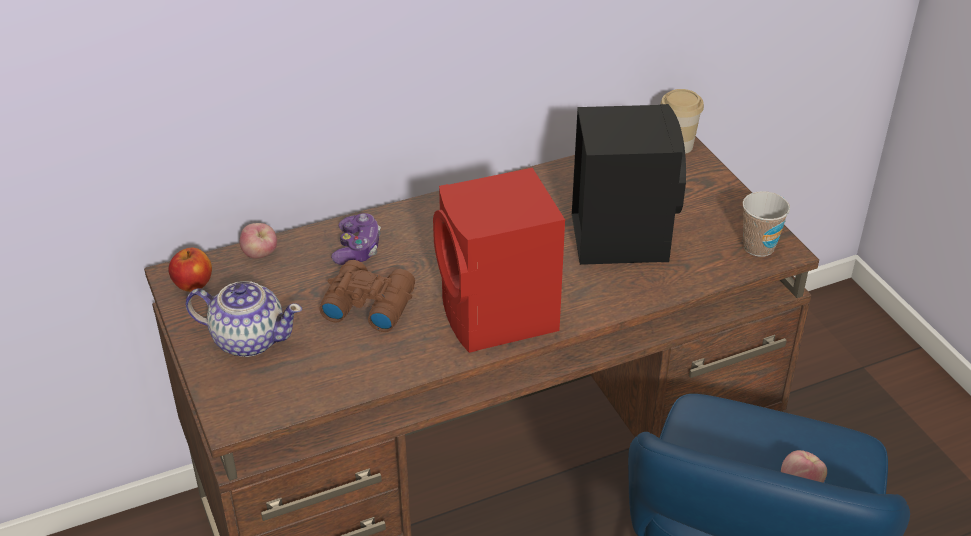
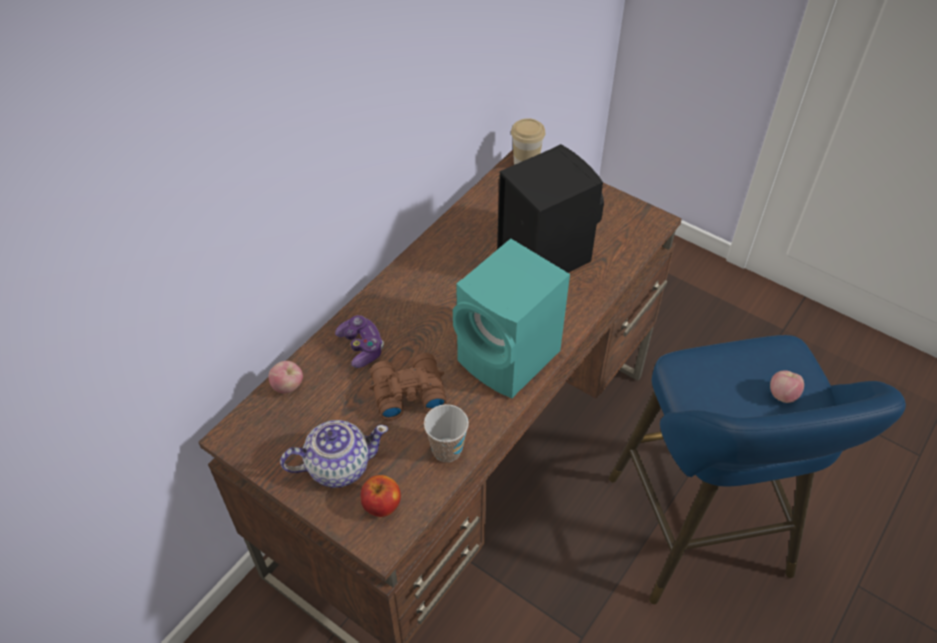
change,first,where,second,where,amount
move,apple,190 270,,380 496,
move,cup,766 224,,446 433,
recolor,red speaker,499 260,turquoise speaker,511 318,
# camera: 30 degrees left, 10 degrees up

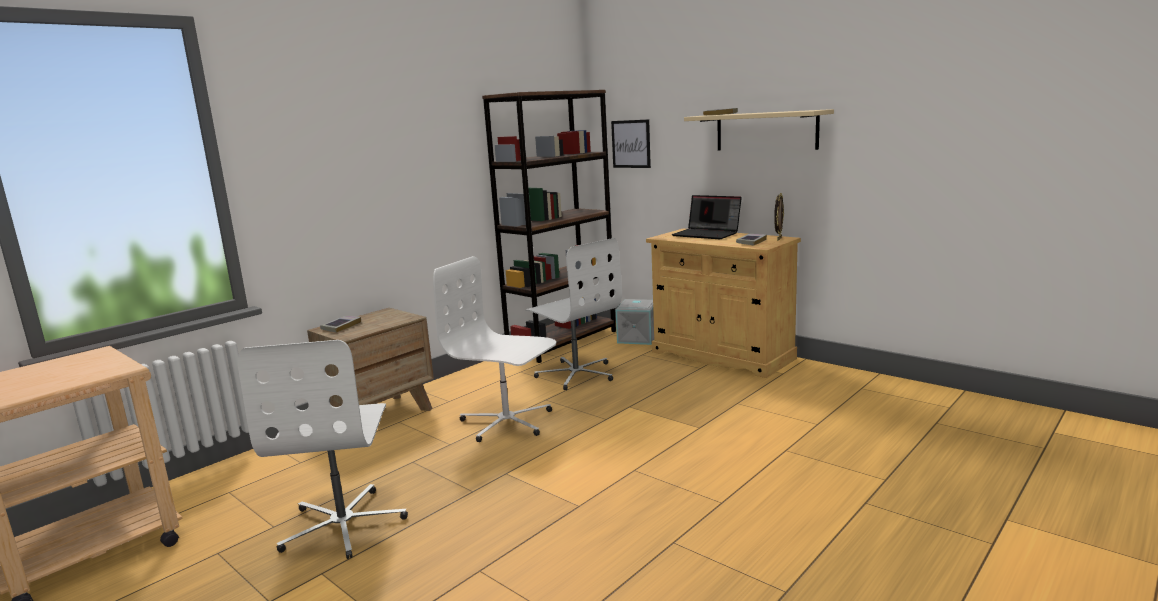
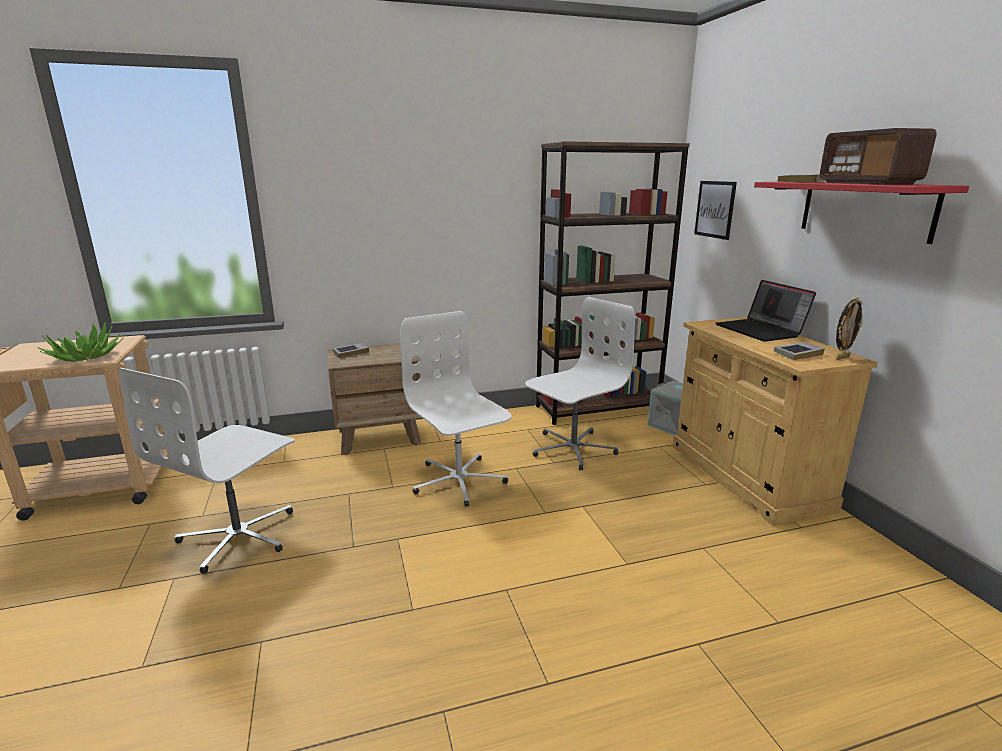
change,first,where,second,where,amount
insert,,,potted plant,80 342,
insert,,,radio,878 156,
recolor,beige shelf,759 129,red shelf,861 213,
rotate,white office chair,574 314,,580 383,120 degrees counterclockwise
# camera: 30 degrees right, 5 degrees up

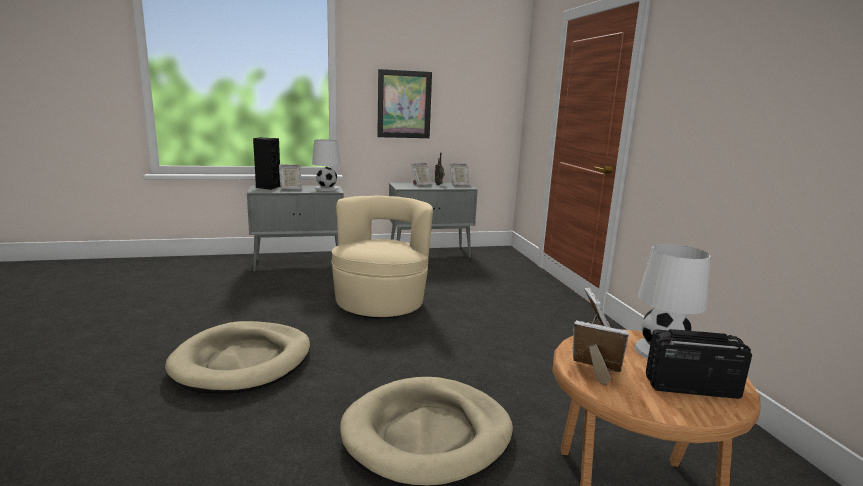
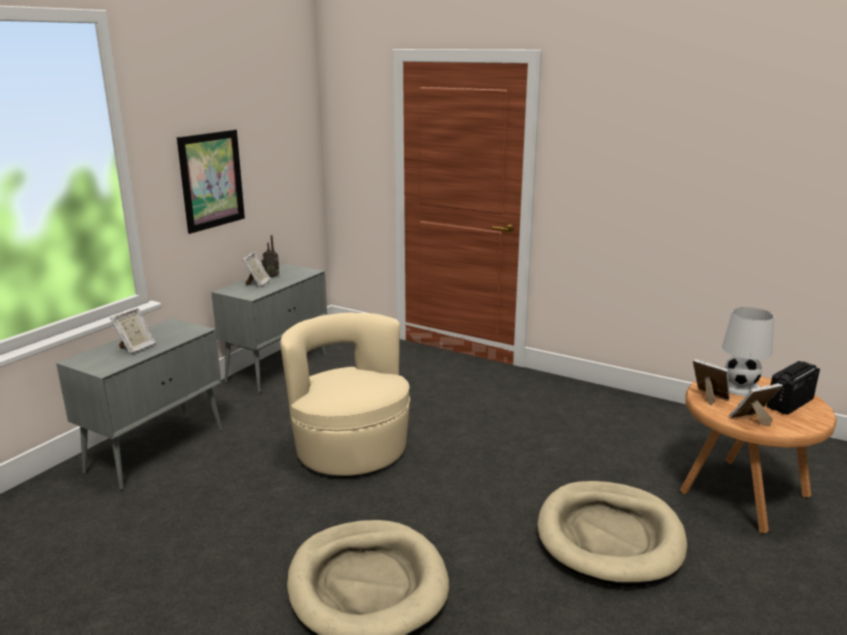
change,first,where,second,where,amount
delete,black speaker,267 163,,,
delete,white table lamp,326 165,,,
delete,picture frame,460 174,,,
# camera: 45 degrees left, 5 degrees up

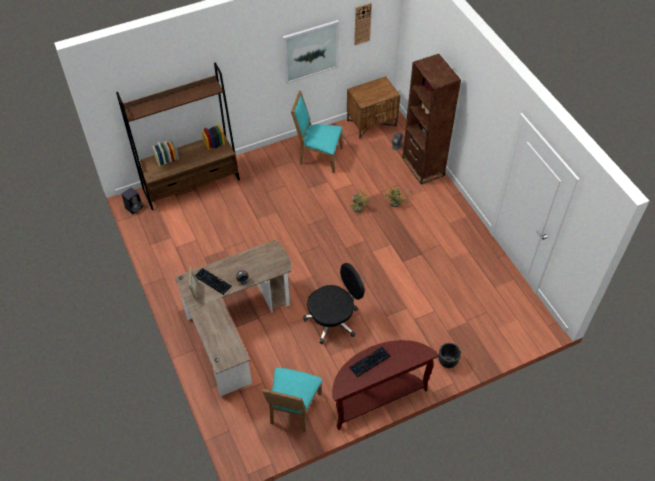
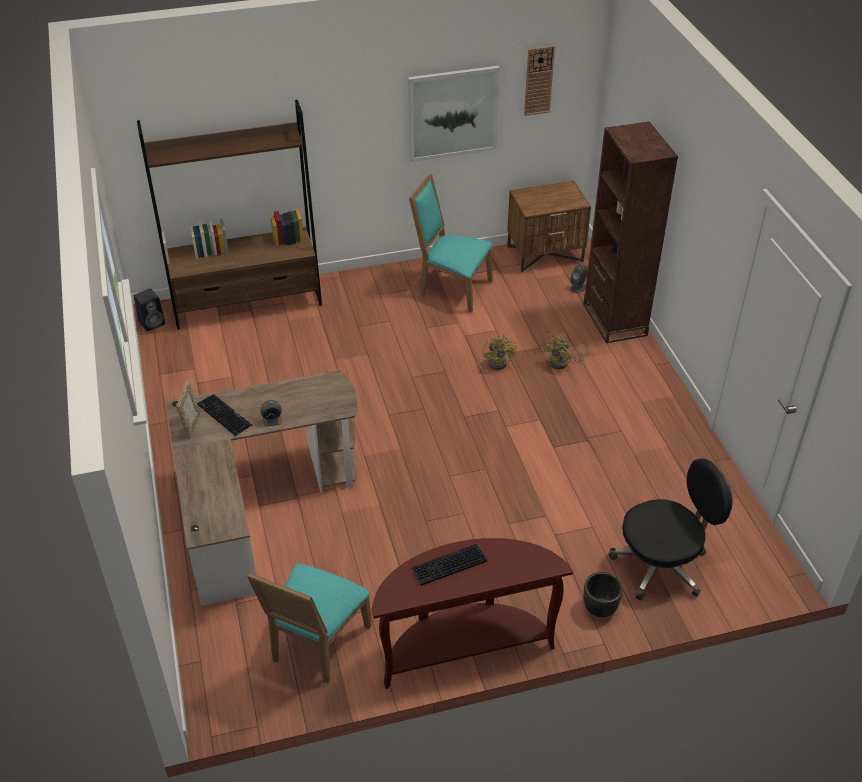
change,first,where,second,where,amount
move,black office chair,334 303,,670 529,
# camera: 10 degrees right, 10 degrees down

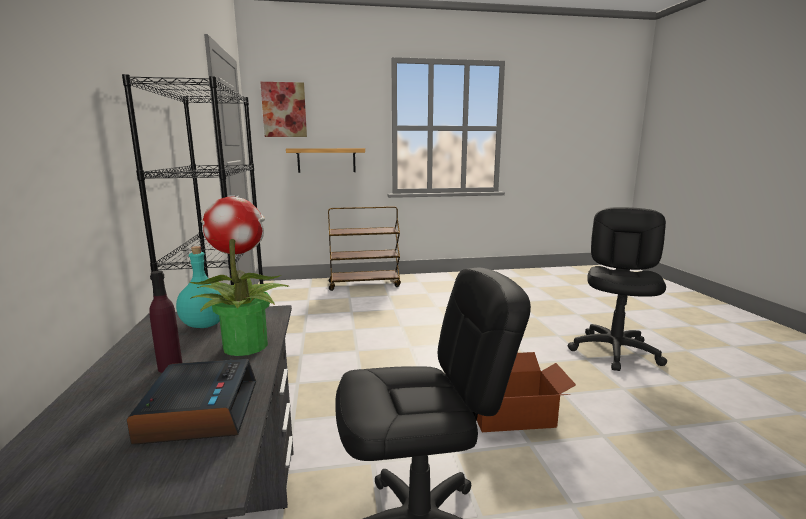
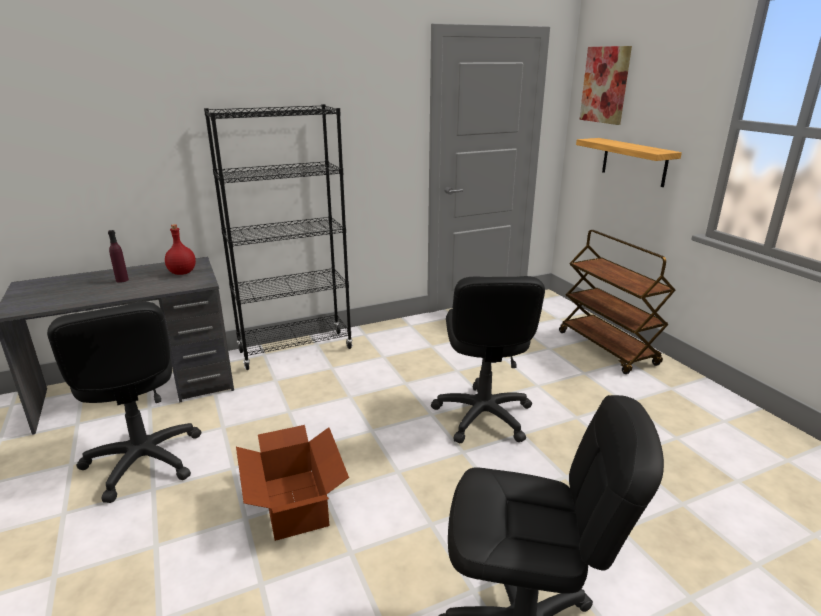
change,first,where,second,where,amount
delete,alarm clock,191 401,,,
delete,potted plant,240 276,,,
insert,,,black office chair,488 359,
recolor,turquoise bottle,198 287,red bottle,180 249,
# camera: 75 degrees right, 10 degrees up

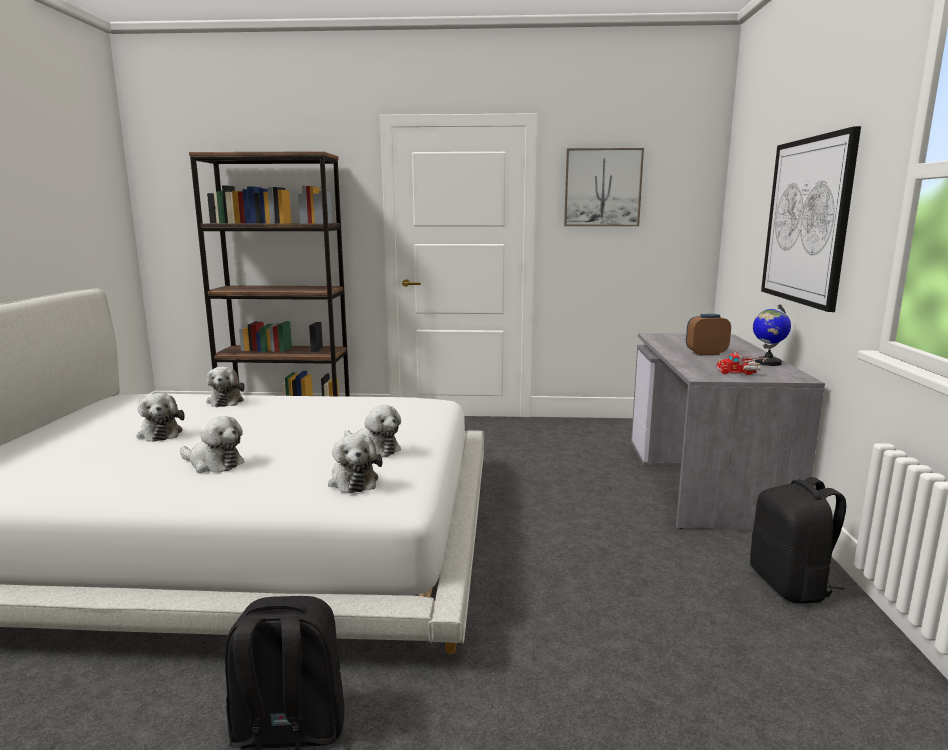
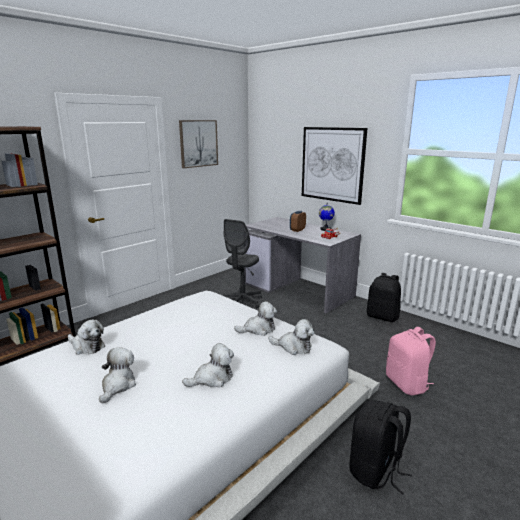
change,first,where,second,where,amount
insert,,,grey office chair,242 263,
insert,,,pink backpack,411 361,
rotate,plush toy,161 417,,117 375,90 degrees counterclockwise
# camera: 50 degrees left, 5 degrees up

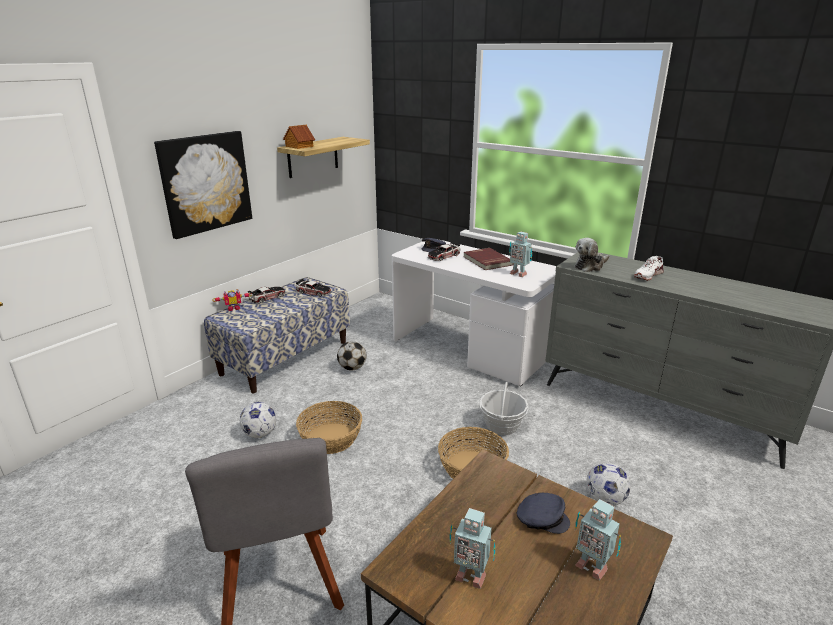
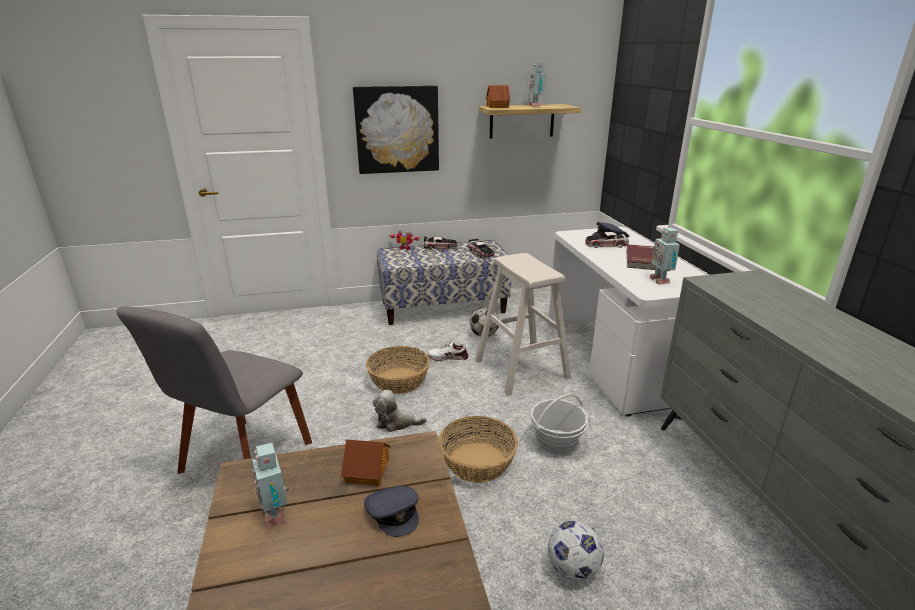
change,first,where,second,where,amount
delete,football,258 420,,,
insert,,,toy house,365 462,
insert,,,beige stool,523 324,
move,plush toy,592 255,,400 411,
move,toy robot,598 540,,537 85,
move,white shoe,648 268,,448 351,
# camera: 40 degrees right, 0 degrees up

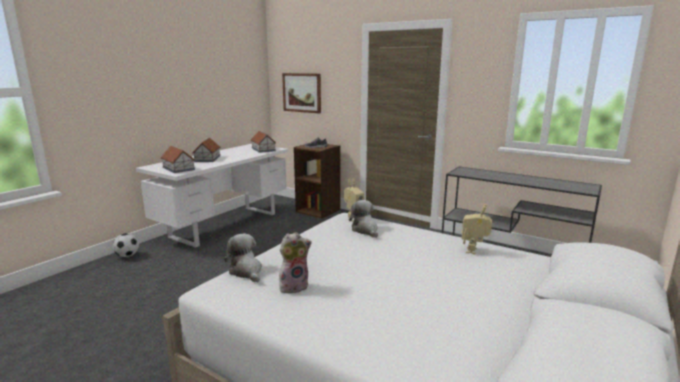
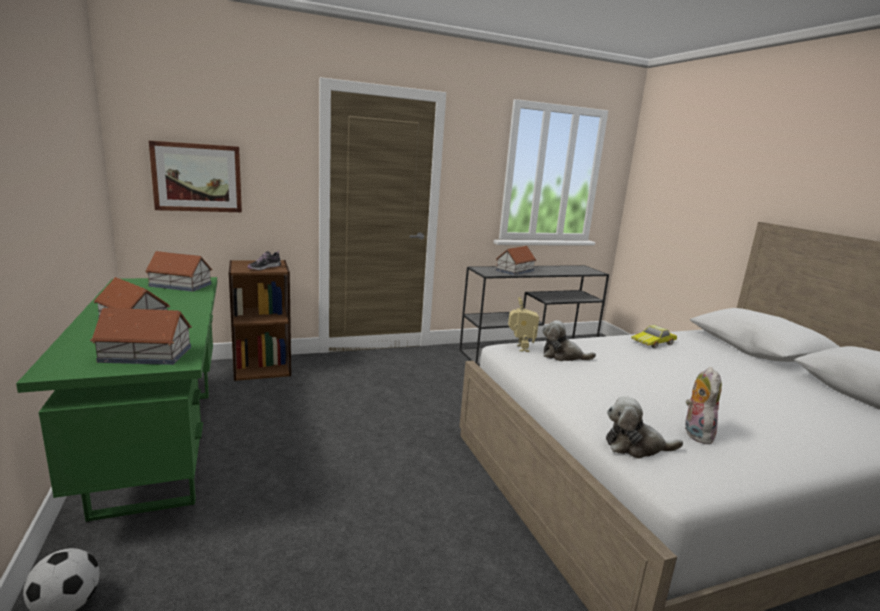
change,first,where,second,where,amount
insert,,,toy house,516 260,
replace,toy robot,477 229,toy car,654 336,
recolor,white desk,212 196,green desk,116 399,
# camera: 55 degrees left, 0 degrees up

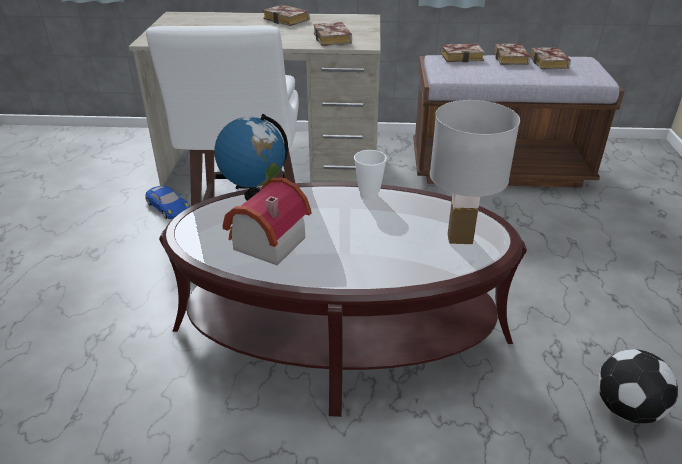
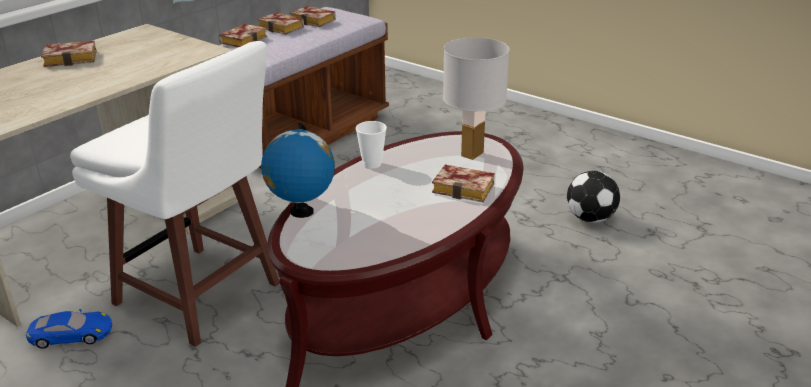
change,first,where,second,where,amount
delete,toy house,266 221,,,
move,book,333 34,,463 183,
# camera: 55 degrees left, 5 degrees down

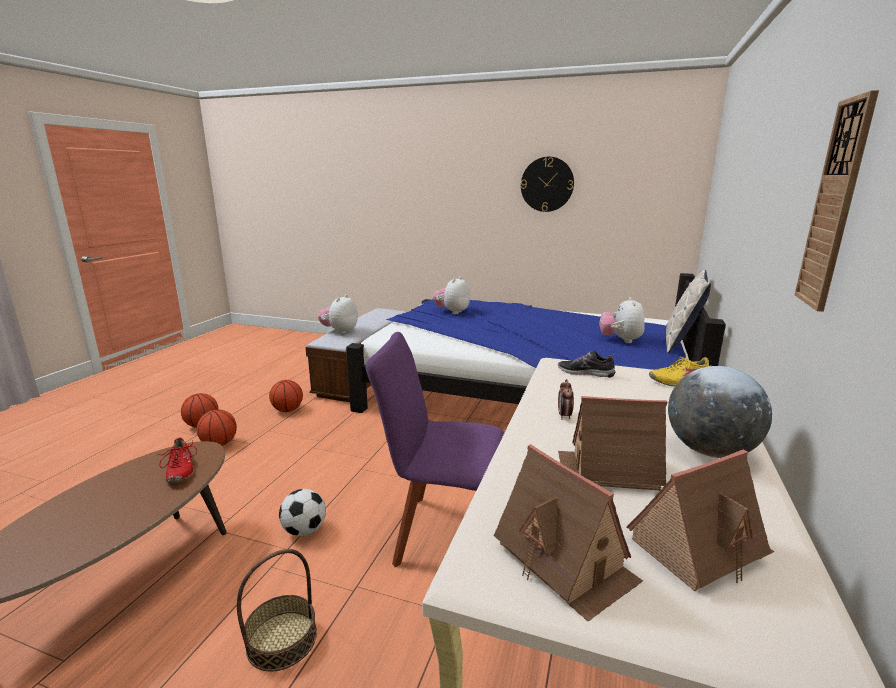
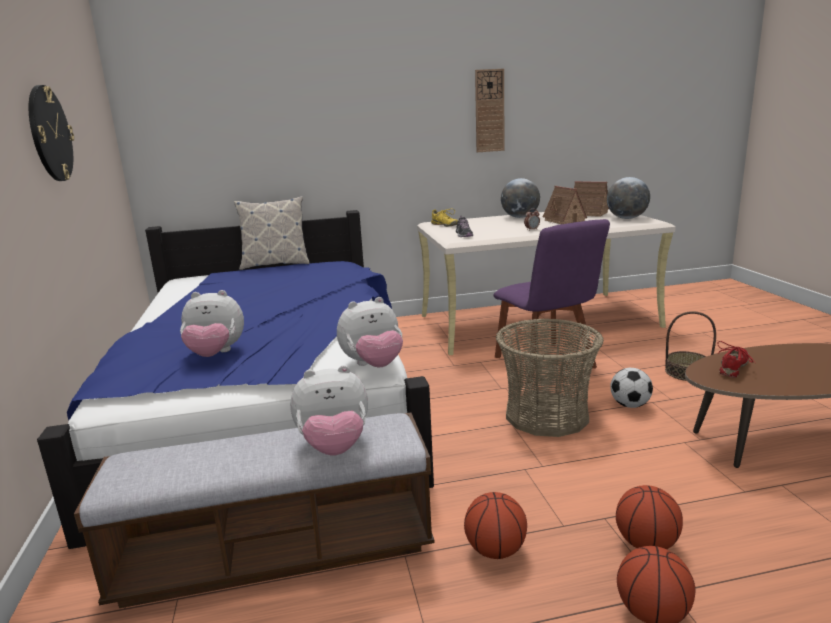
change,first,where,second,where,amount
insert,,,basket,550 377,
move,plush toy,622 320,,370 332,
replace,toy house,568 532,globe,628 198,
# camera: 120 degrees left, 0 degrees up

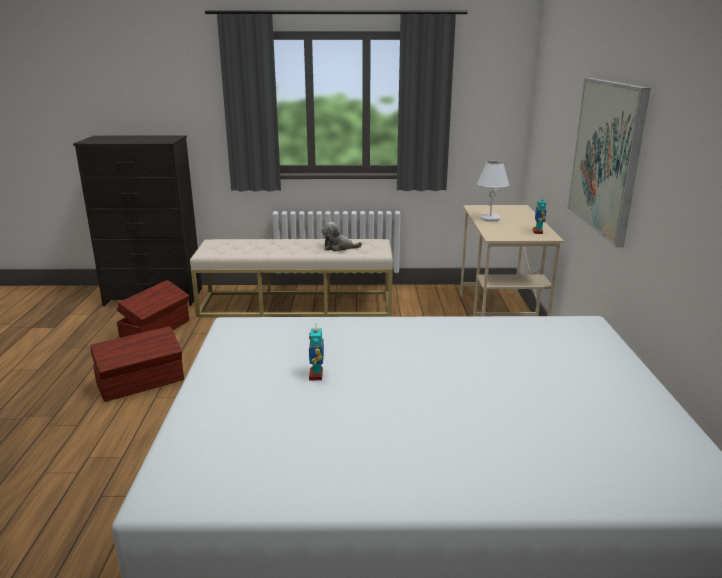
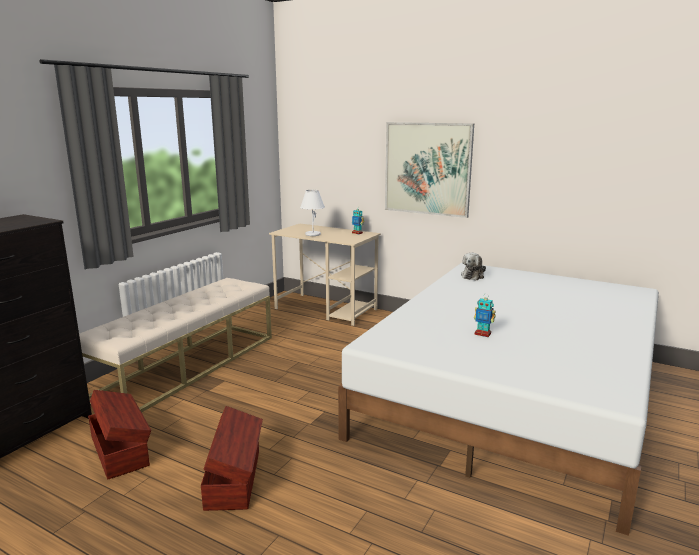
change,first,where,second,where,amount
move,plush toy,341 236,,473 267,
# camera: 60 degrees left, 5 degrees down

